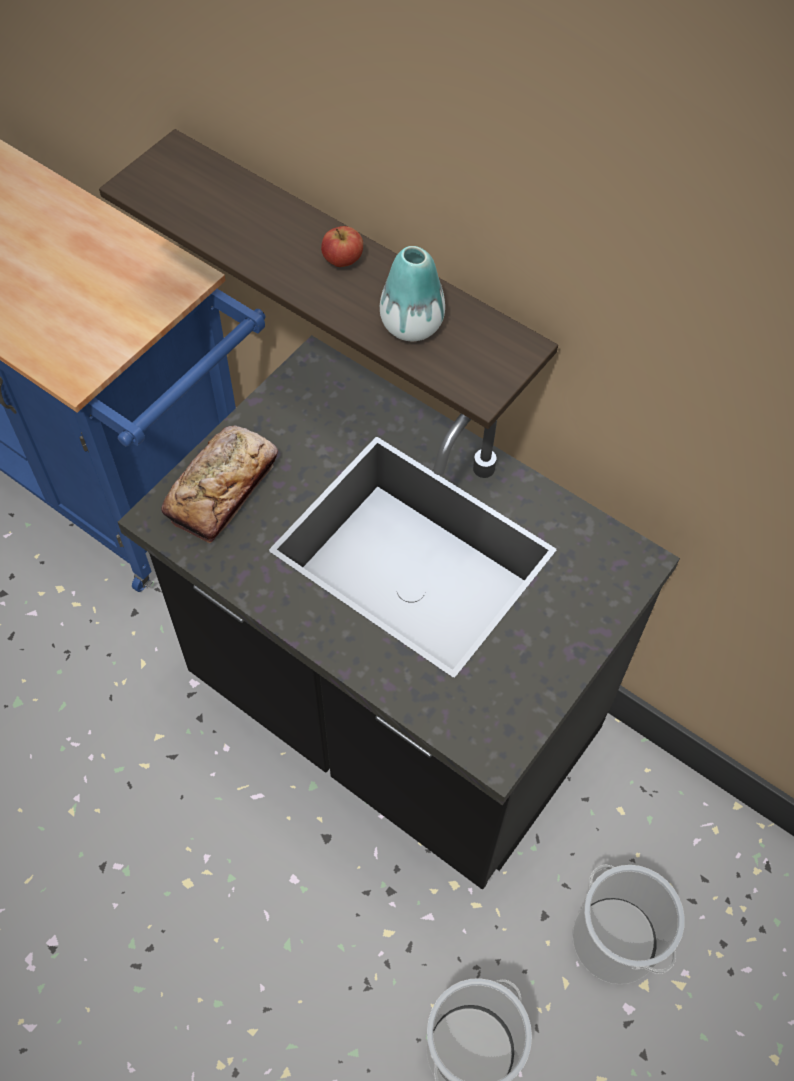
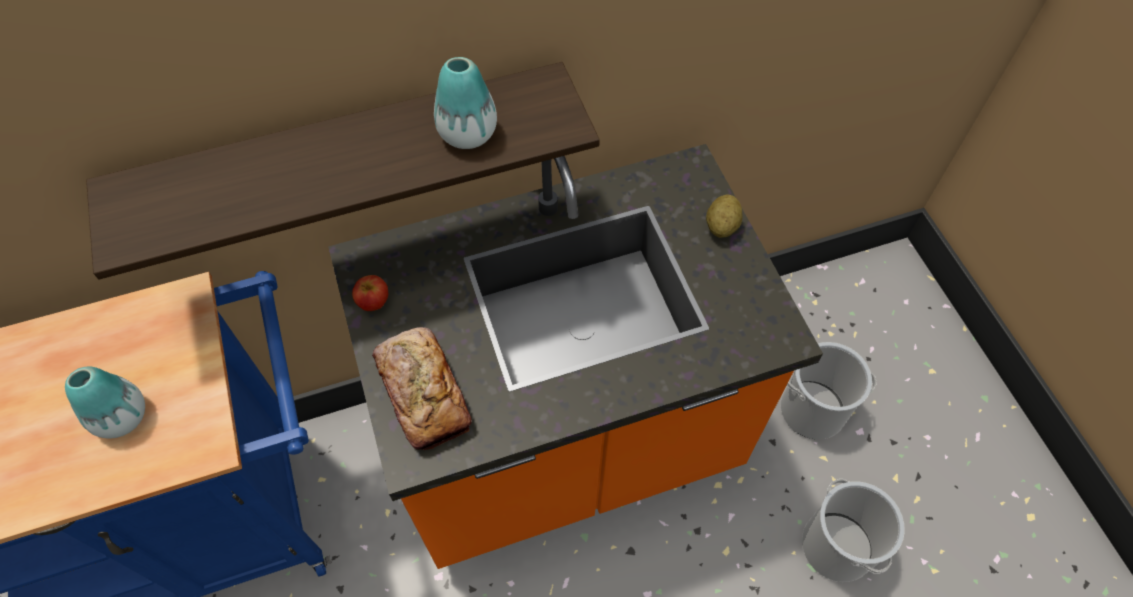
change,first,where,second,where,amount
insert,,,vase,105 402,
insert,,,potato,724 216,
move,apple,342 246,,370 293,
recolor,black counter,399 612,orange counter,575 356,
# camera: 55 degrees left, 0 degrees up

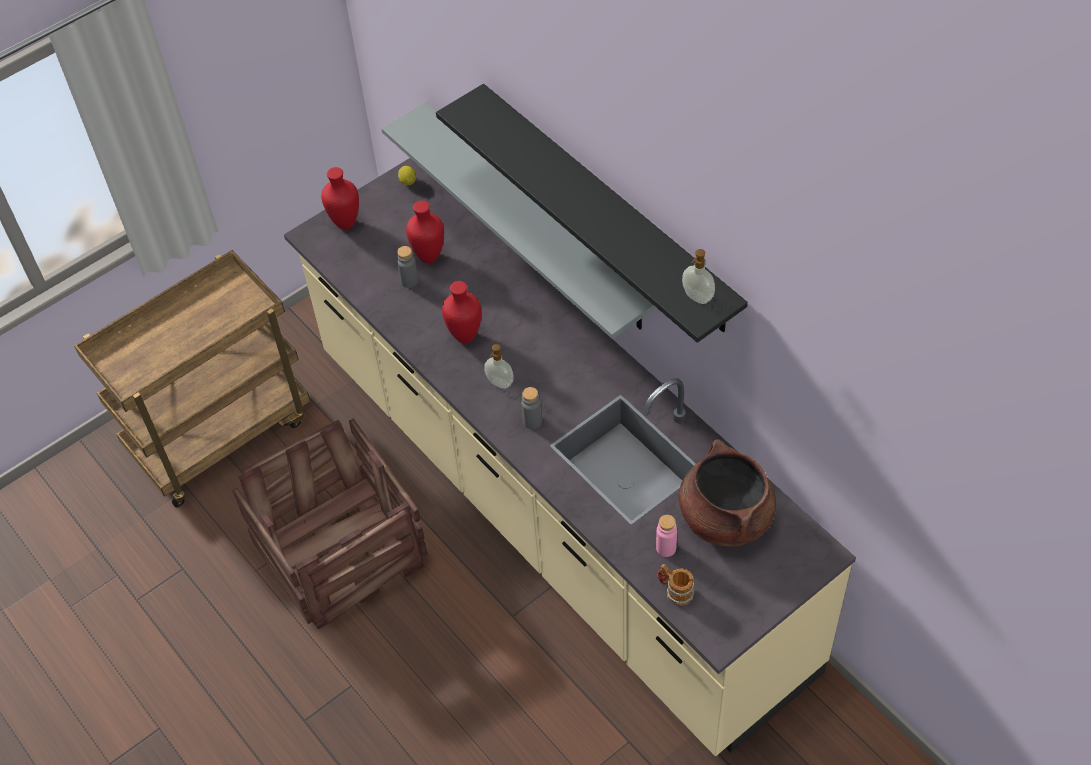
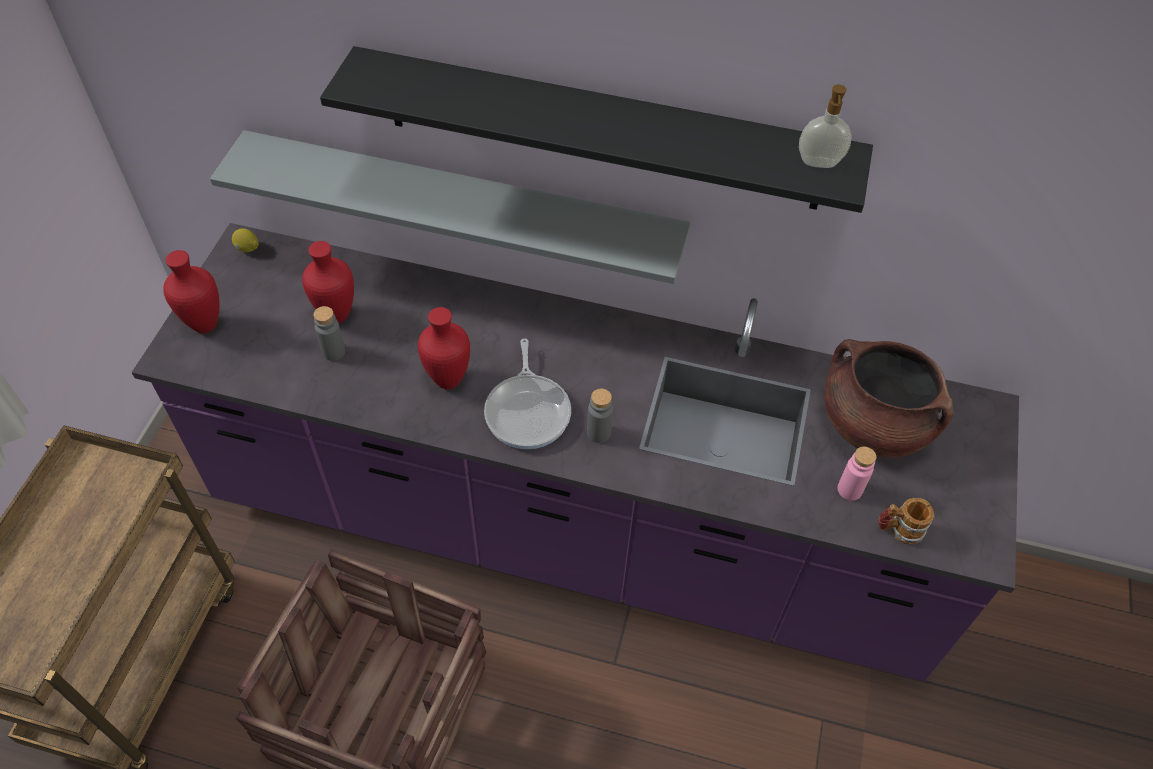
change,first,where,second,where,amount
replace,soap dispenser,499 366,frying pan,527 393,
recolor,beige counter,570 457,purple counter,575 452,
# camera: 40 degrees left, 0 degrees up

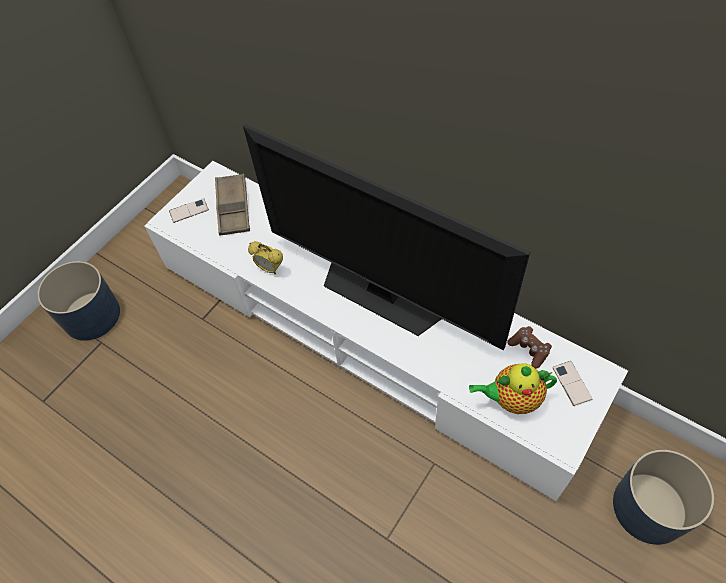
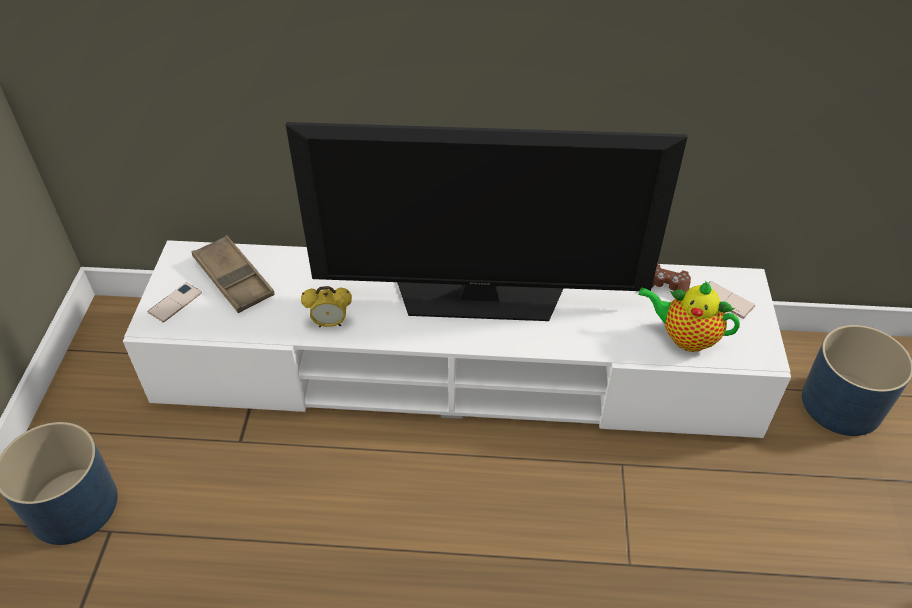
change,first,where,second,where,amount
rotate,teapot,513 388,,689 316,60 degrees clockwise
# camera: 35 degrees left, 10 degrees down

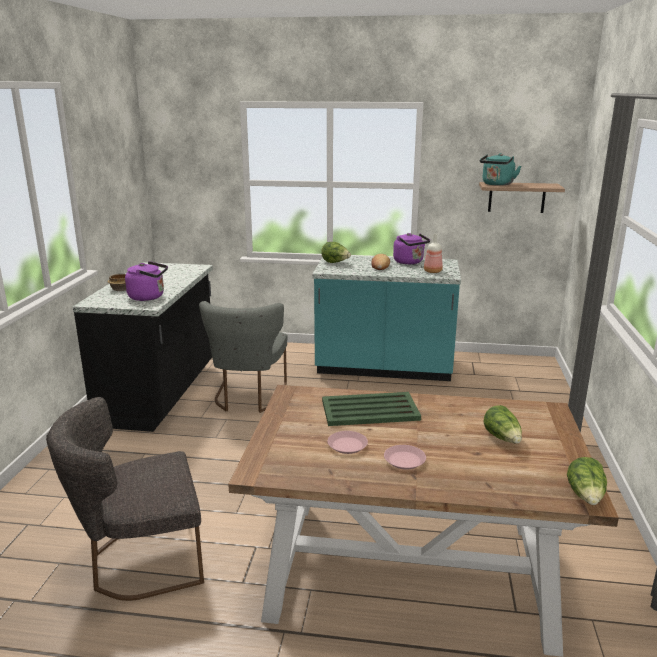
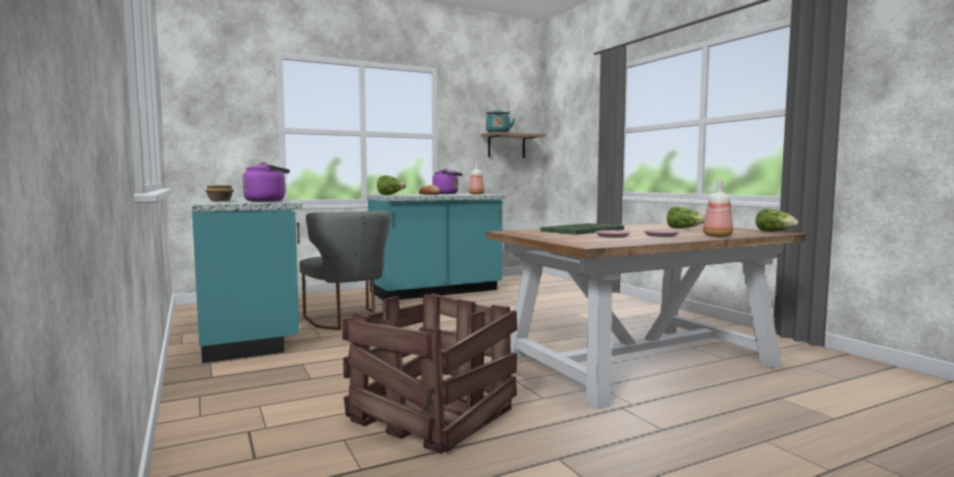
change,first,where,second,where,amount
insert,,,bottle,718 208,
replace,grey chair,125 499,crate,429 373,
recolor,black counter,143 347,turquoise counter,247 280,
# camera: 35 degrees left, 15 degrees down

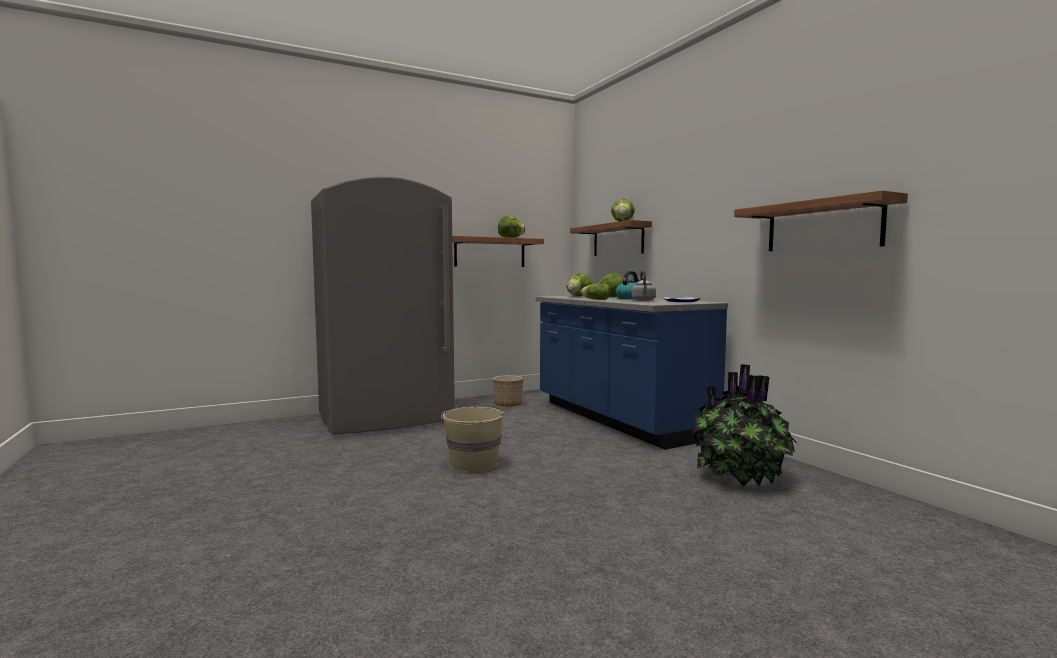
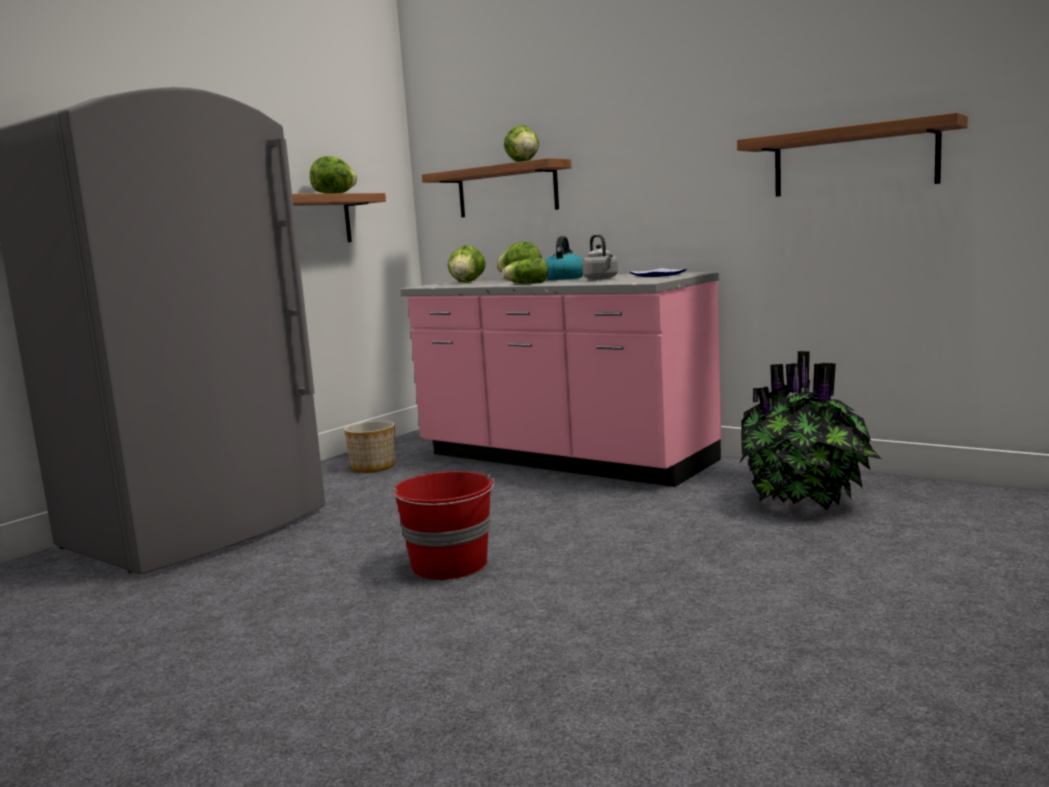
change,first,where,second,where,amount
recolor,beige bucket,472 440,red bucket,443 525,
recolor,blue counter,631 373,pink counter,560 379,
# camera: 25 degrees left, 5 degrees up

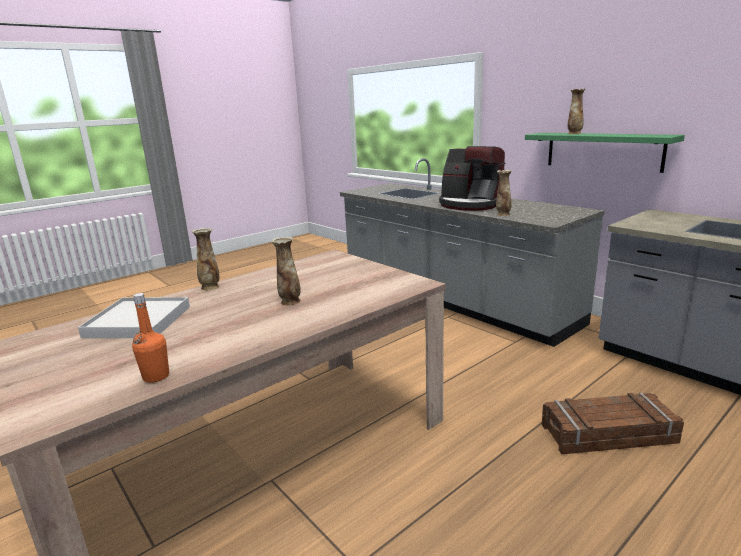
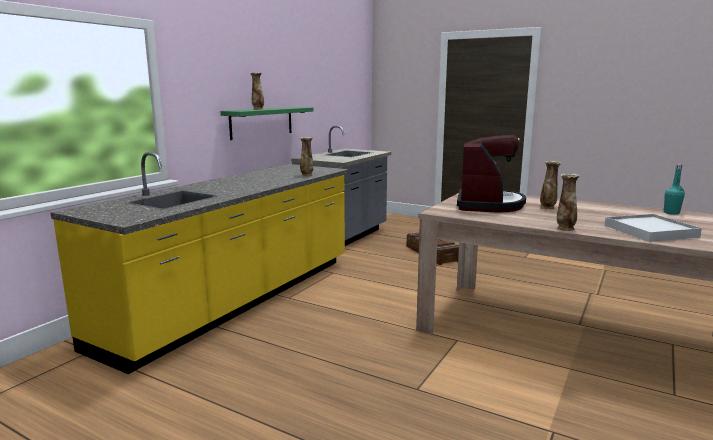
change,first,where,second,where,amount
move,coffee machine,472 178,,491 174,
recolor,orange bottle,150 338,turquoise bottle,674 189,
recolor,grey counter,472 252,yellow counter,199 263,
# camera: 110 degrees left, 5 degrees down

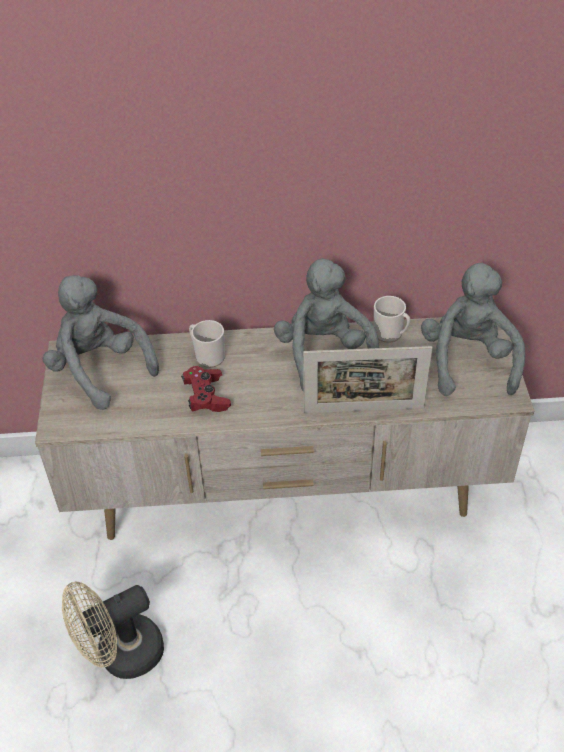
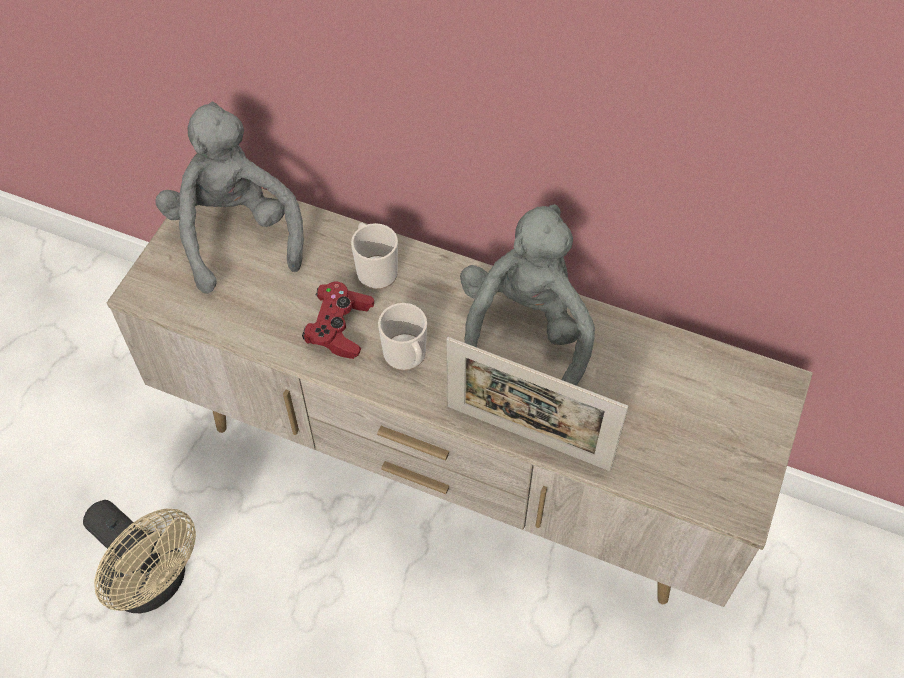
change,first,where,second,where,amount
delete,grey plush toy,473 329,,,
move,mug,392 319,,402 337,
rotate,beige fan,113 630,,139 557,135 degrees counterclockwise
# camera: 25 degrees right, 10 degrees up

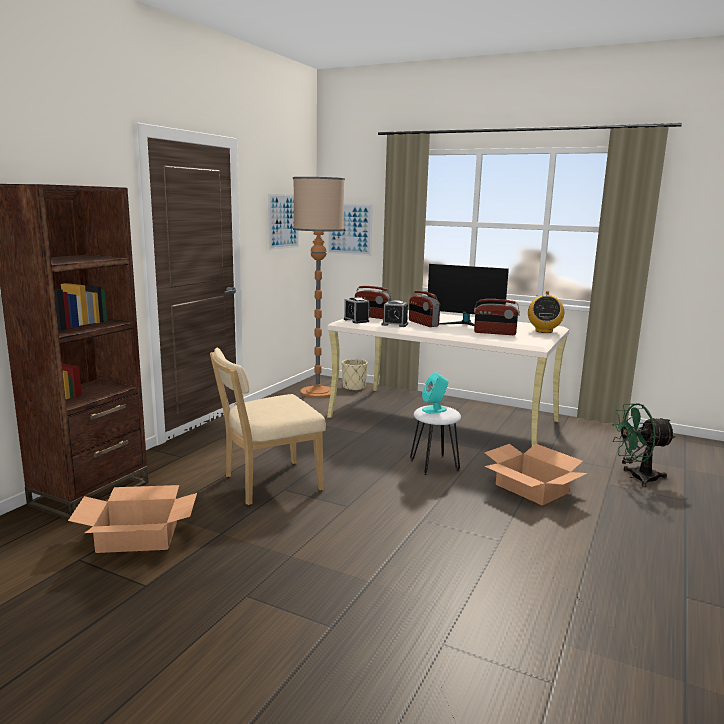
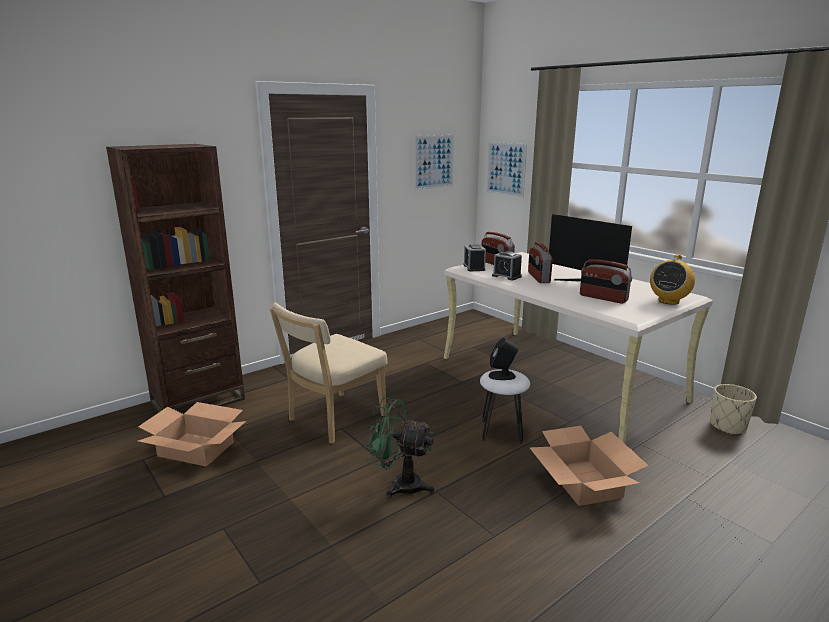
change,first,where,second,where,amount
delete,floor lamp,319 287,,,
move,beige planter,355 375,,733 409,
move,green fan,644 445,,399 448,
recolor,turquoise speaker,435 393,black speaker,503 359,
rotate,beige chair,268 426,,329 373,45 degrees counterclockwise
# camera: 25 degrees right, 5 degrees up

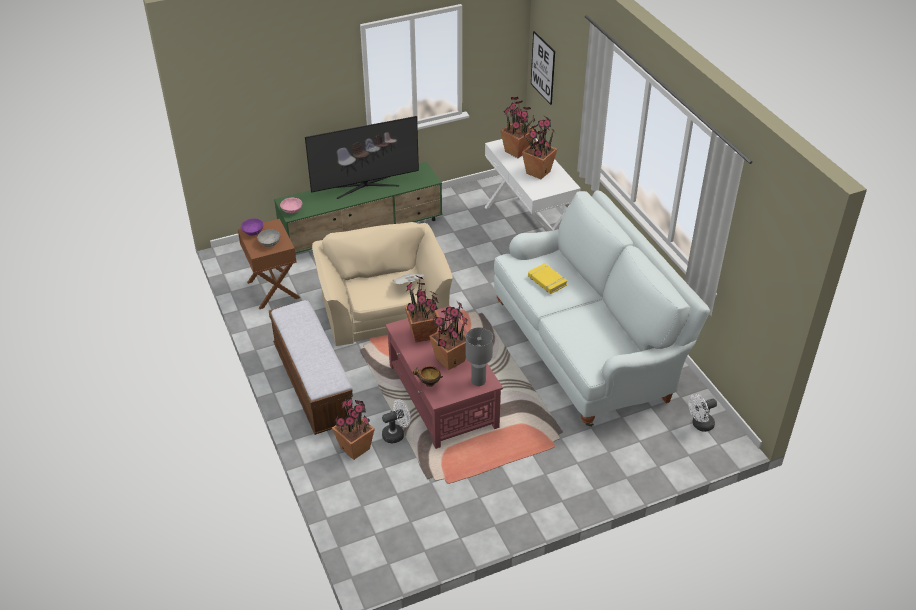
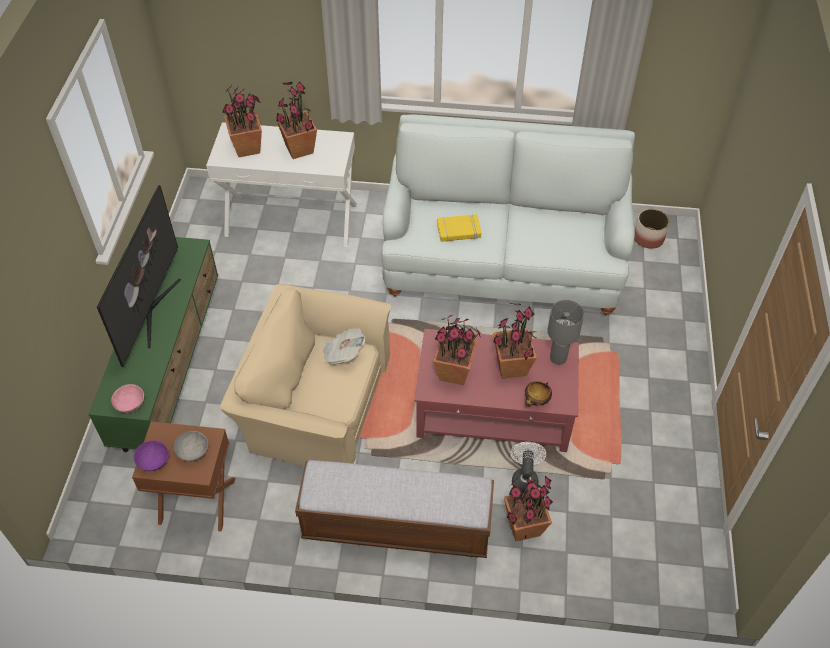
change,first,where,second,where,amount
delete,picture,543 68,,,
replace,white fan,702 413,planter,652 229,
# camera: 60 degrees left, 10 degrees up

